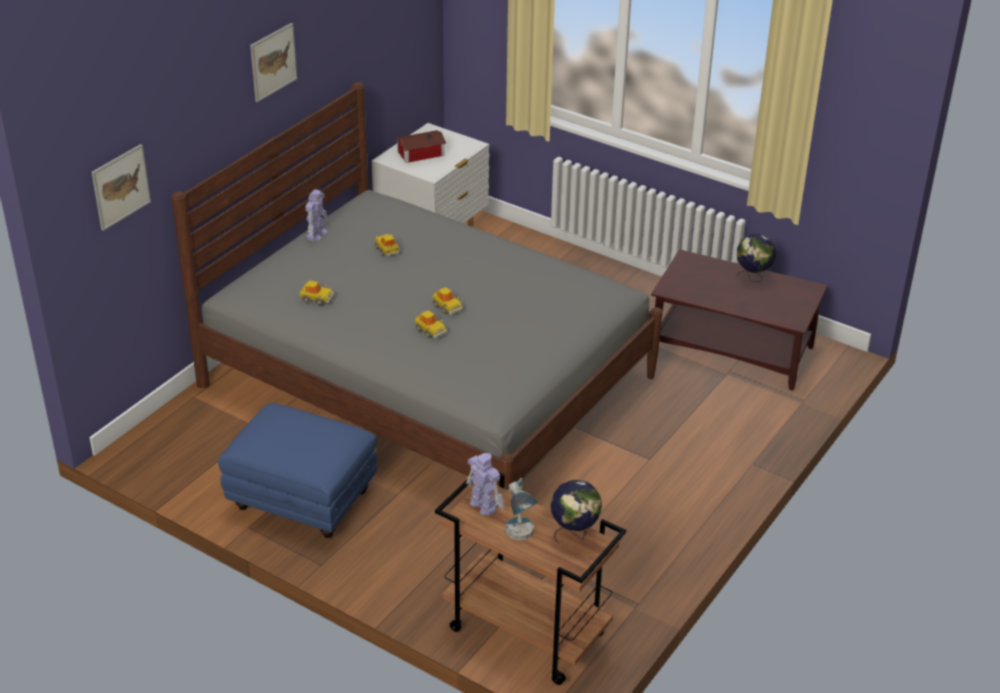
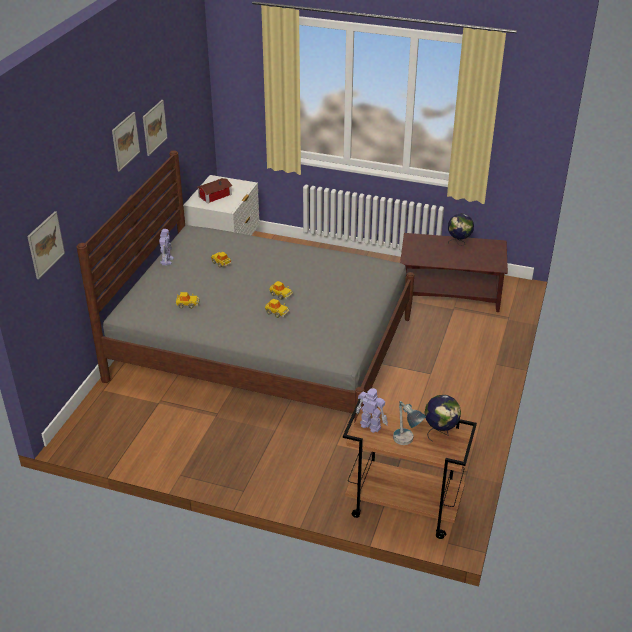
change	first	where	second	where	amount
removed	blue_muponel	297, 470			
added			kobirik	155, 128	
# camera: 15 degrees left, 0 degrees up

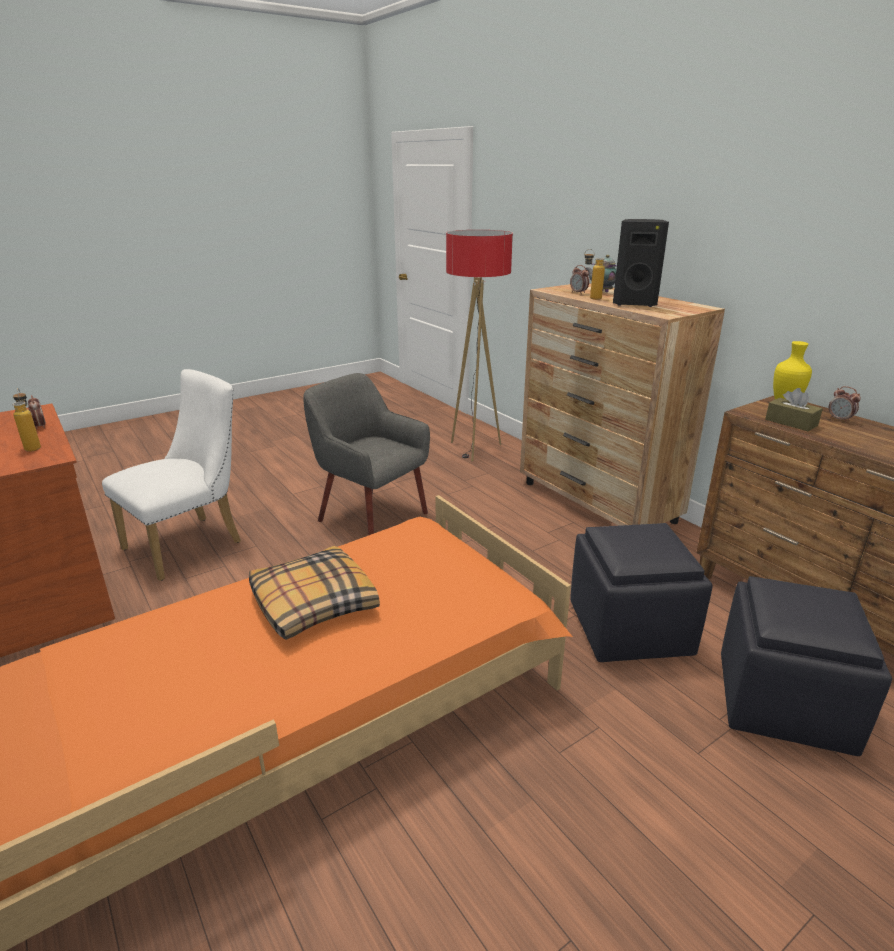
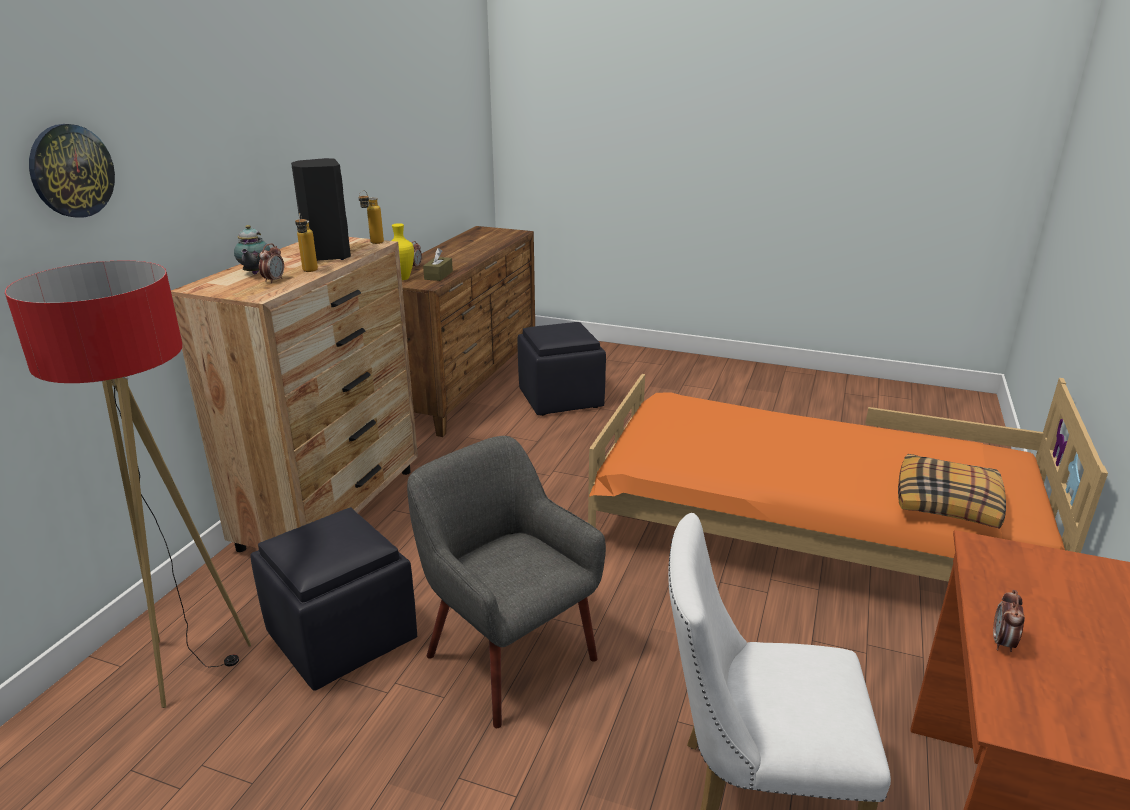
change	first	where	second	where	amount
added			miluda	72, 170	
moved	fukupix	26, 420		371, 217	
moved	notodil	314, 593		952, 491	
moved	black_muponel	641, 592		333, 599	
turned	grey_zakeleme	366, 454		506, 582	135 degrees clockwise
# camera: 125 degrees left, 0 degrees up

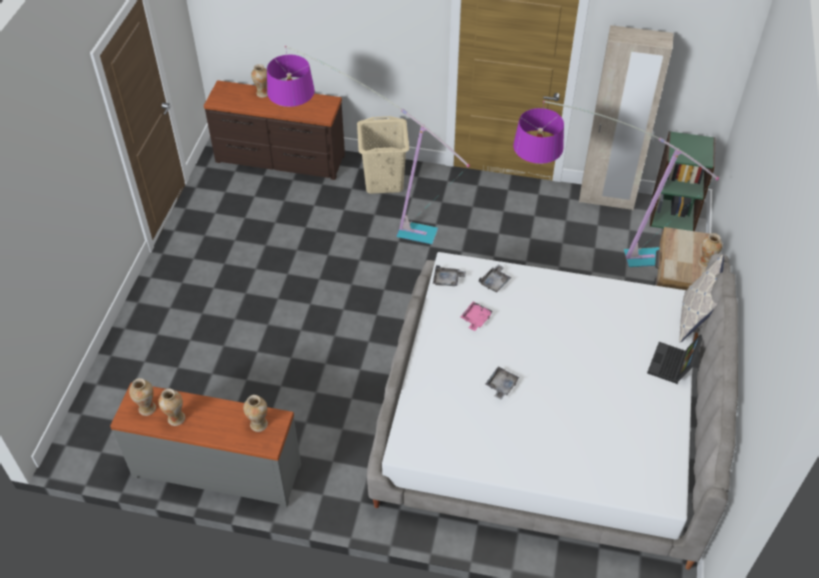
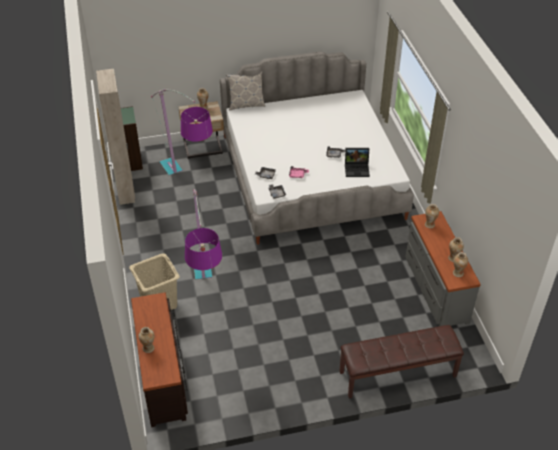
change	first	where	second	where	amount
added			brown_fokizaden	402, 362	
moved	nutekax	675, 359		357, 162	
# camera: 115 degrees left, 5 degrees down

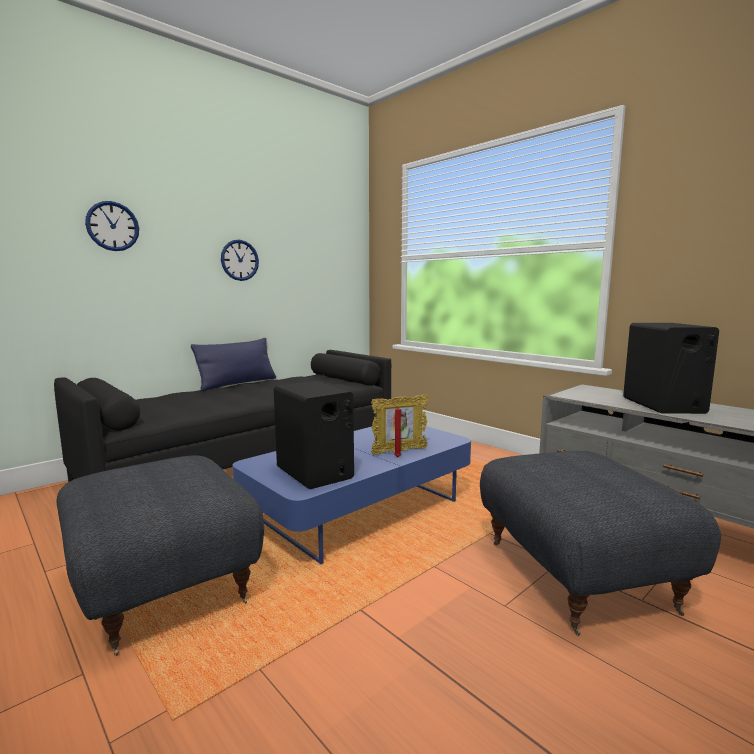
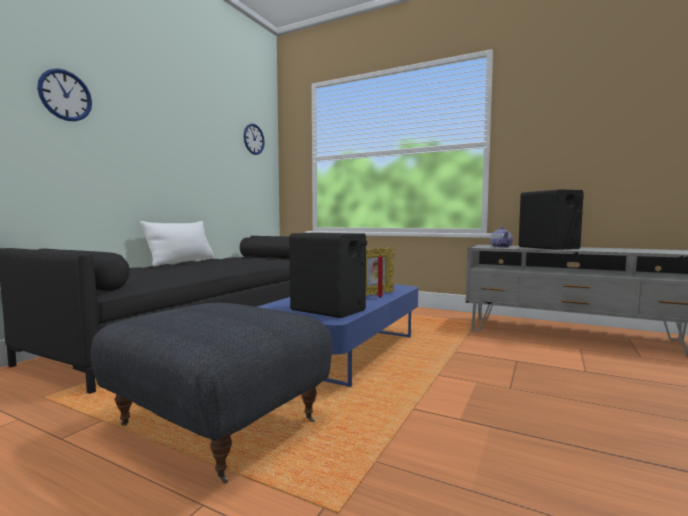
change	first	where	second	where	amount
removed	grey_muponel	600, 543			
added			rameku	501, 237	
moved	miluda	240, 260		254, 139	
recoloured	blue_notodil	233, 364	white_notodil	177, 243	
# camera: 20 degrees left, 5 degrees down

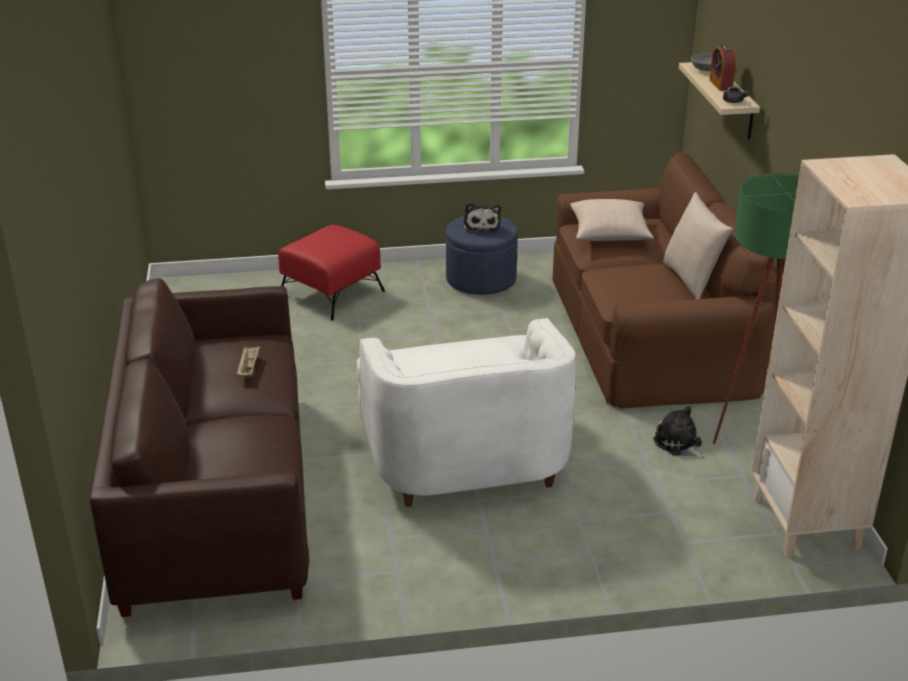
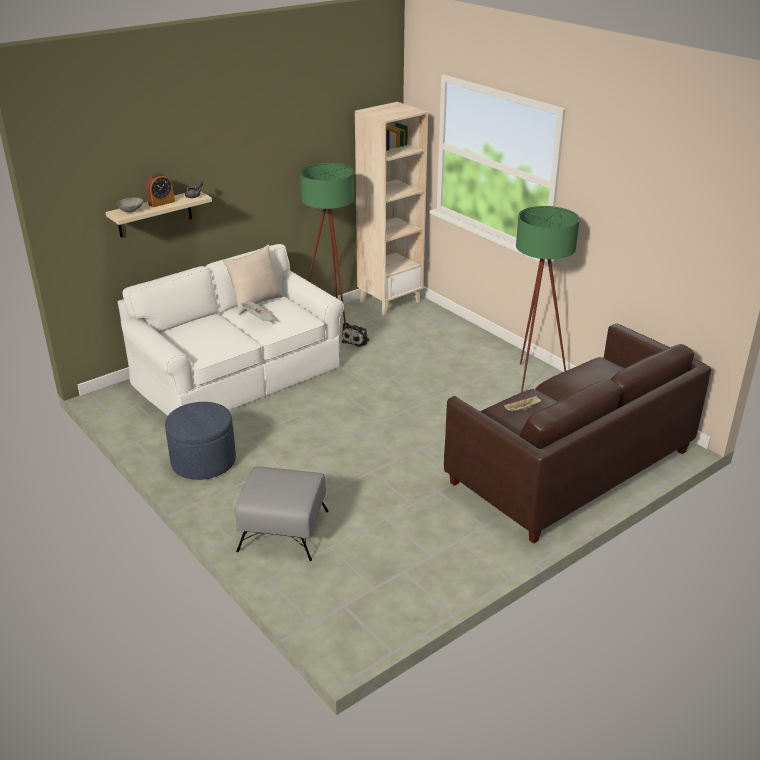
change	first	where	second	where	amount
removed	white_zakeleme	466, 412			
removed	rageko	482, 218			
removed	beige_notodil	612, 220			
added			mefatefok	261, 312	
added			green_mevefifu	548, 299	
recoloured	red_muponel	331, 273	grey_muponel	282, 513	
recoloured	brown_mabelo	667, 280	white_mabelo	230, 330	
# camera: 120 degrees left, 0 degrees up

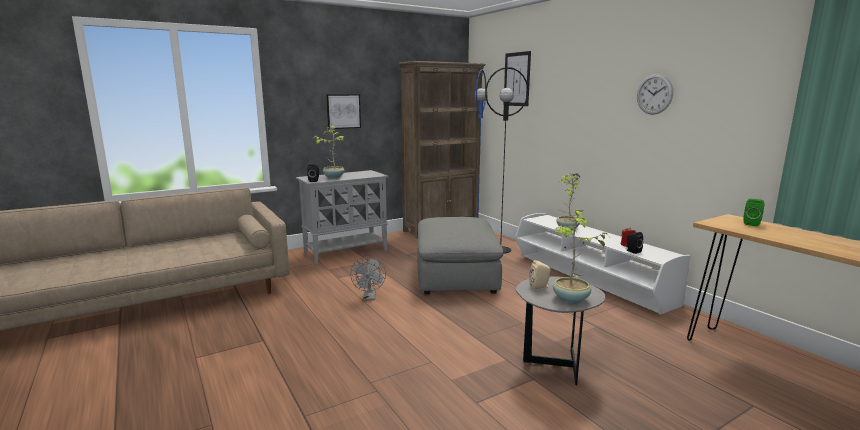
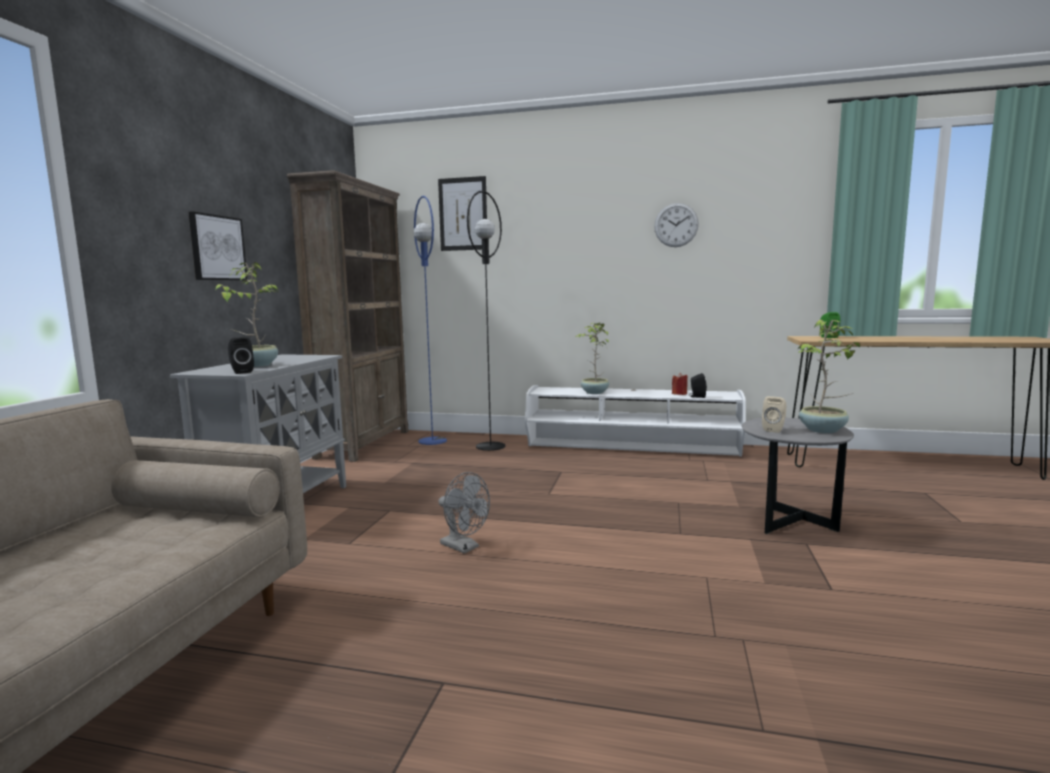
change	first	where	second	where	amount
removed	grey_muponel	460, 255			
# camera: 45 degrees left, 5 degrees down

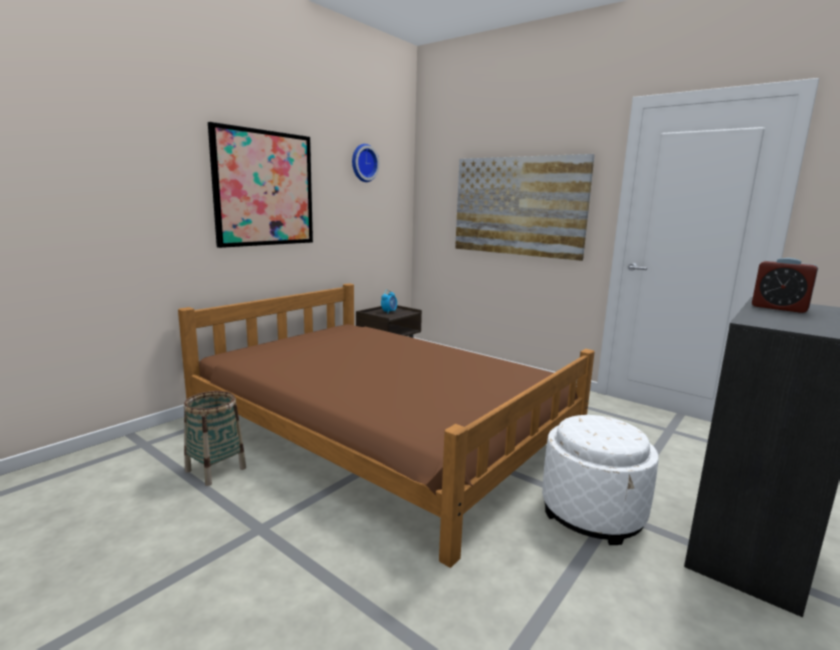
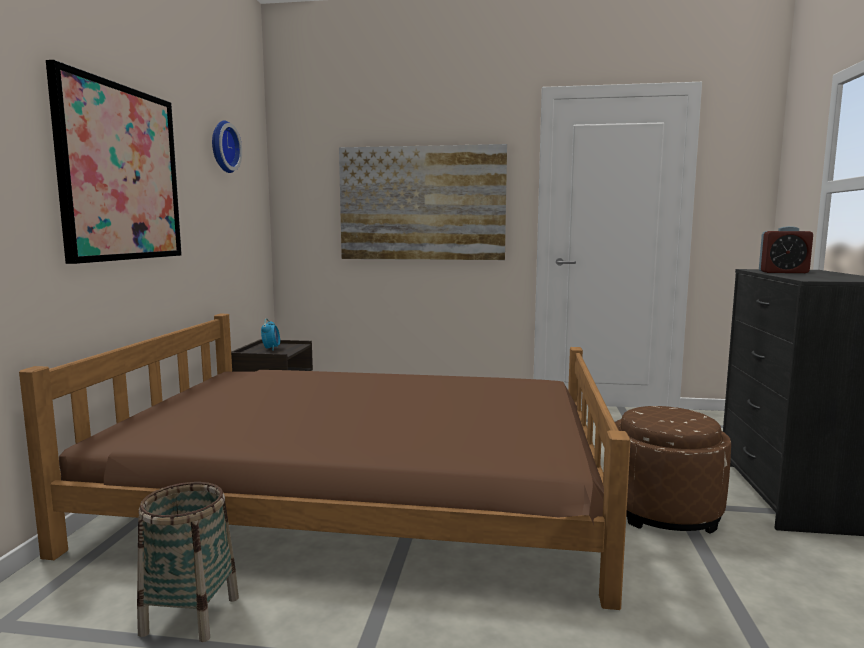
change	first	where	second	where	amount
recoloured	white_muponel	600, 480	brown_muponel	673, 470	
# camera: 30 degrees left, 5 degrees down

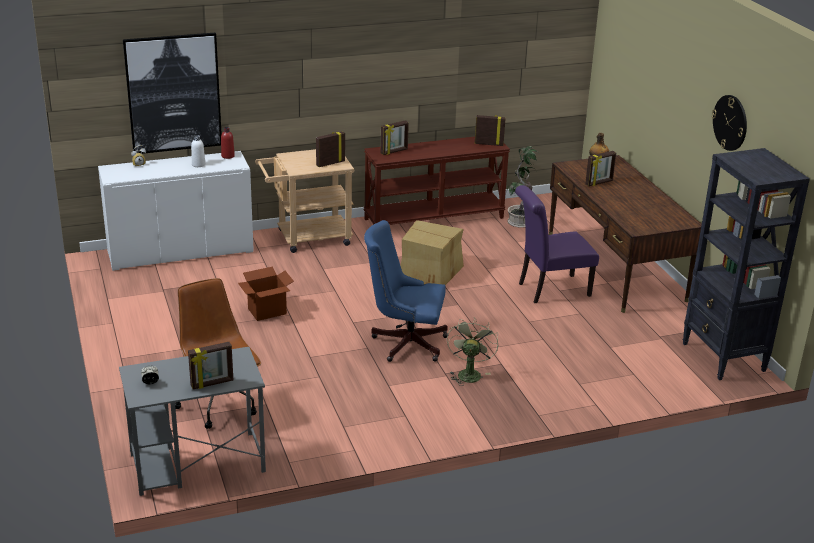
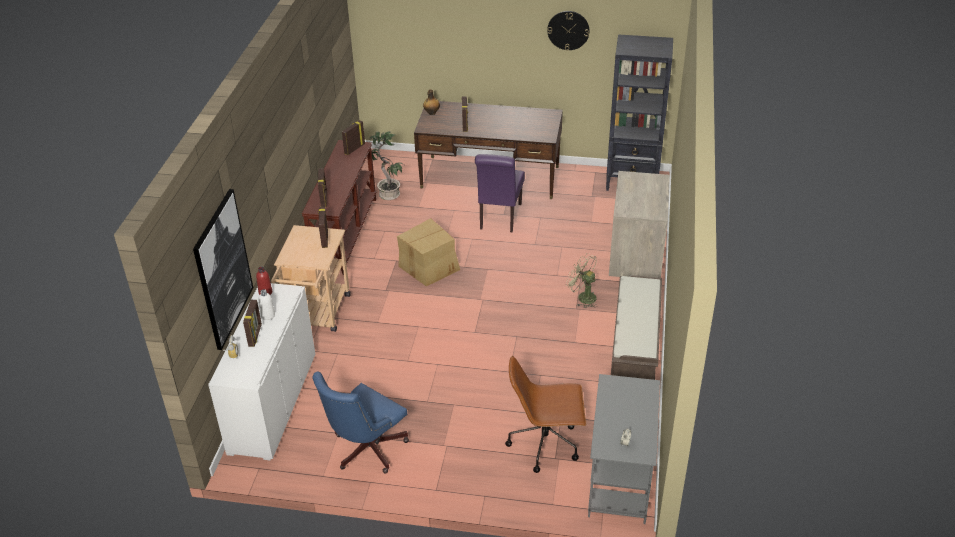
change	first	where	second	where	amount
removed	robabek	266, 294			
added			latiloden	639, 224	
added			brown_fokizaden	636, 327	
moved	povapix	210, 365		252, 323	
moved	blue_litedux	406, 291		360, 422	
# camera: 60 degrees left, 10 degrees up

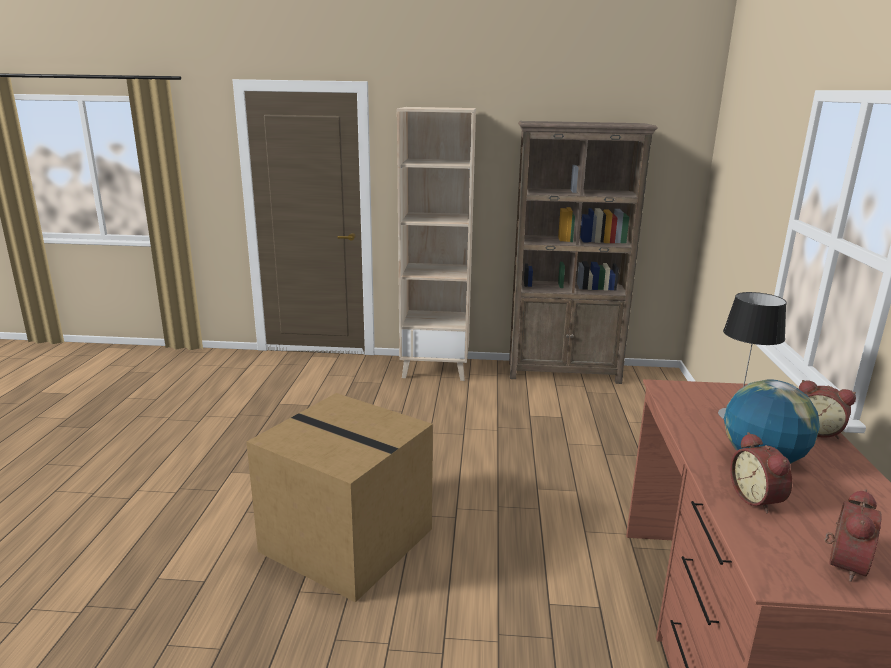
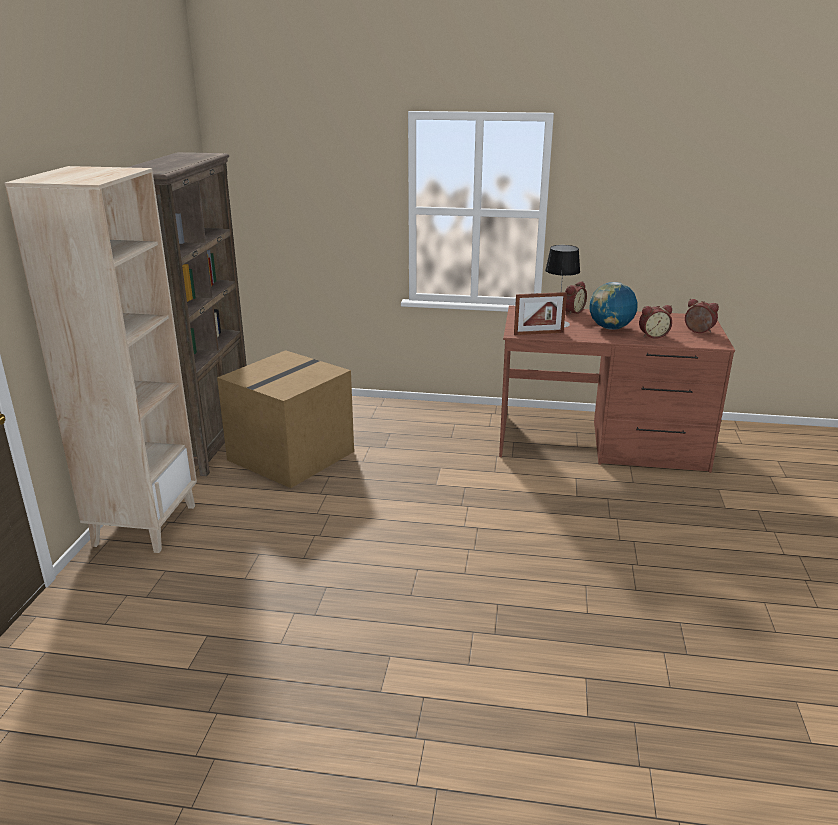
change	first	where	second	where	amount
added			povapix	540, 313	
moved	robabek	339, 497		285, 419	
# camera: 85 degrees left, 5 degrees up

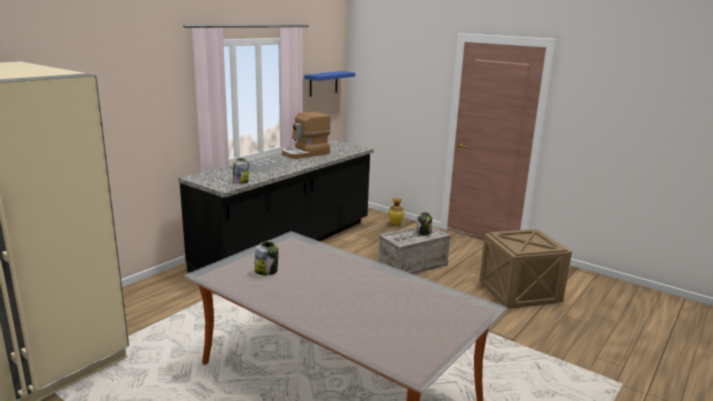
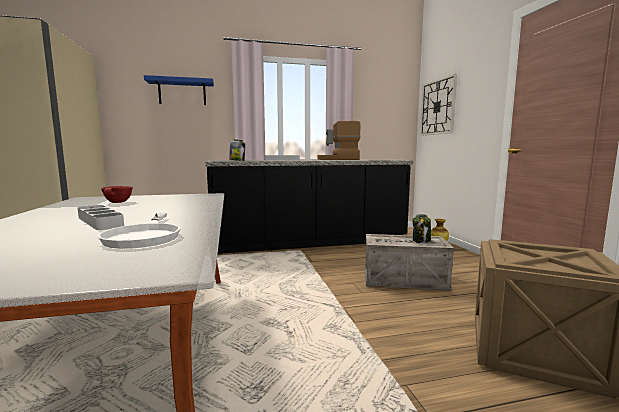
change	first	where	second	where	amount
added			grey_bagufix	100, 217	
added			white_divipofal	138, 231	
added			miluda	438, 105	
moved	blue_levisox	329, 83		179, 90	
replaced	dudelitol	266, 258	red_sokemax	117, 194	
# camera: 40 degrees right, 10 degrees down

